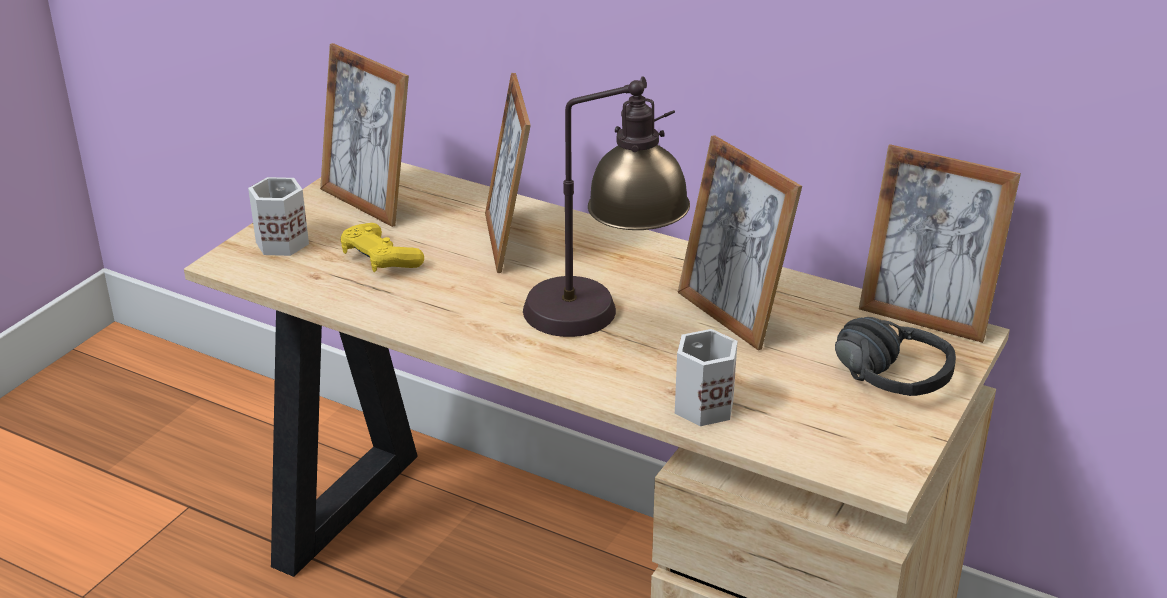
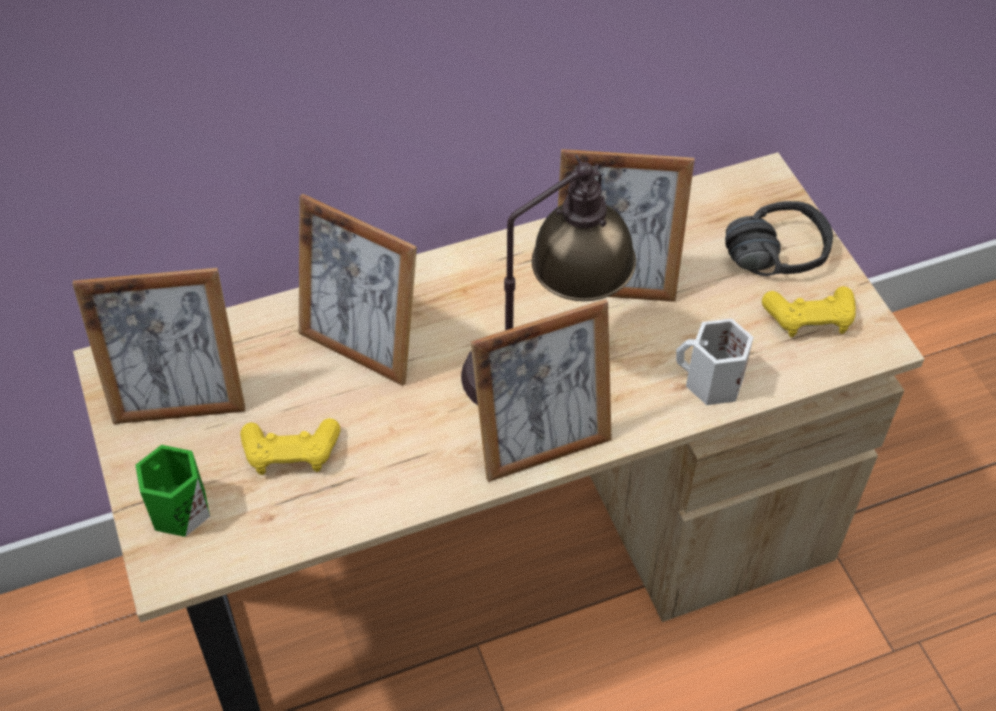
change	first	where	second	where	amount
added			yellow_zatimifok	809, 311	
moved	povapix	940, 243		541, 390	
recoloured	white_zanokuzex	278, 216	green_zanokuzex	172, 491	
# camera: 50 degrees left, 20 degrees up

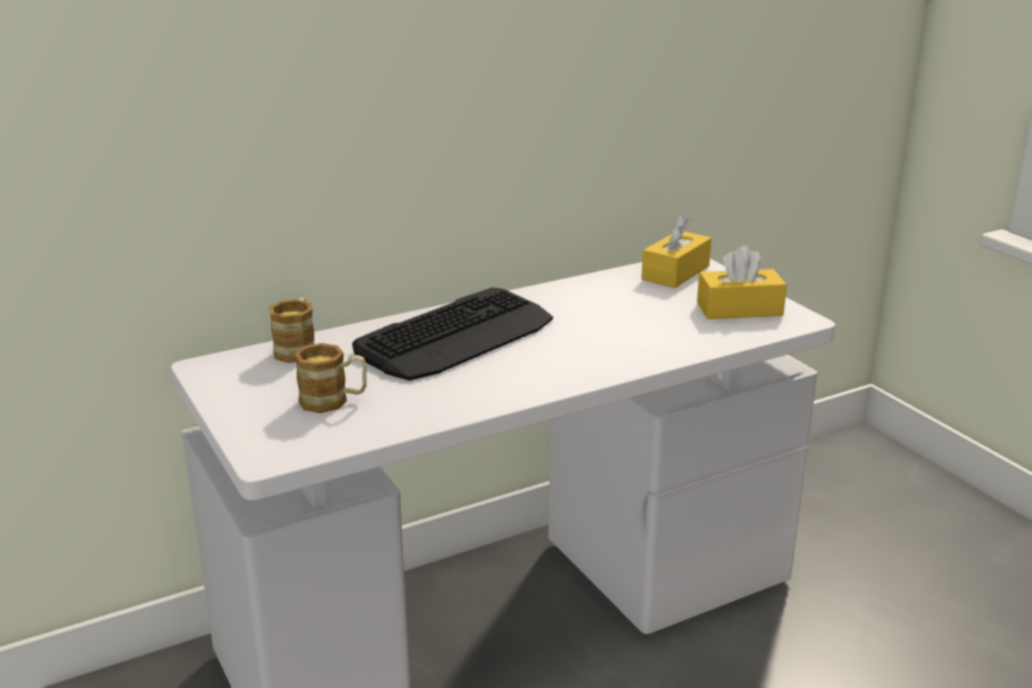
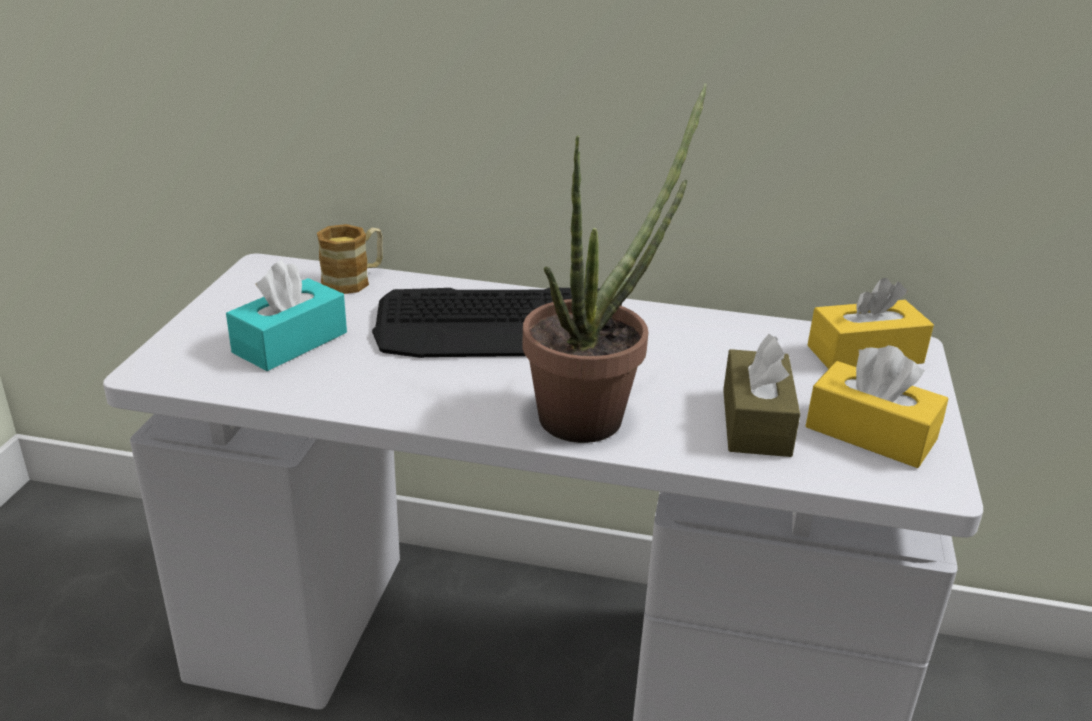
change	first	where	second	where	amount
added			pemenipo	614, 263	
added			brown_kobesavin	761, 395	
replaced	zanokuzex	330, 378	turquoise_kobesavin	286, 315	
# camera: 40 degrees right, 5 degrees up

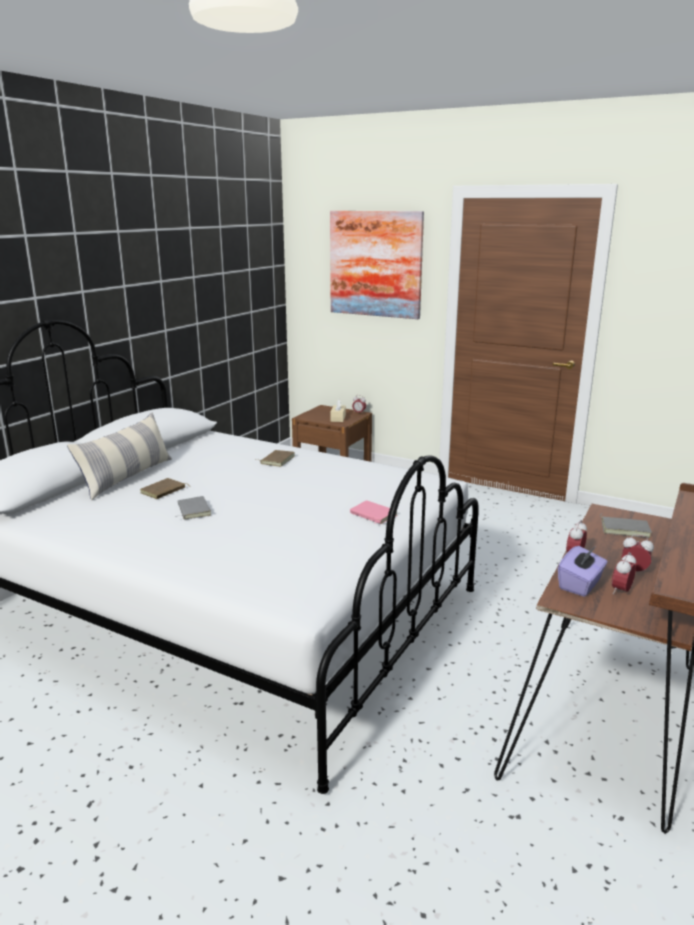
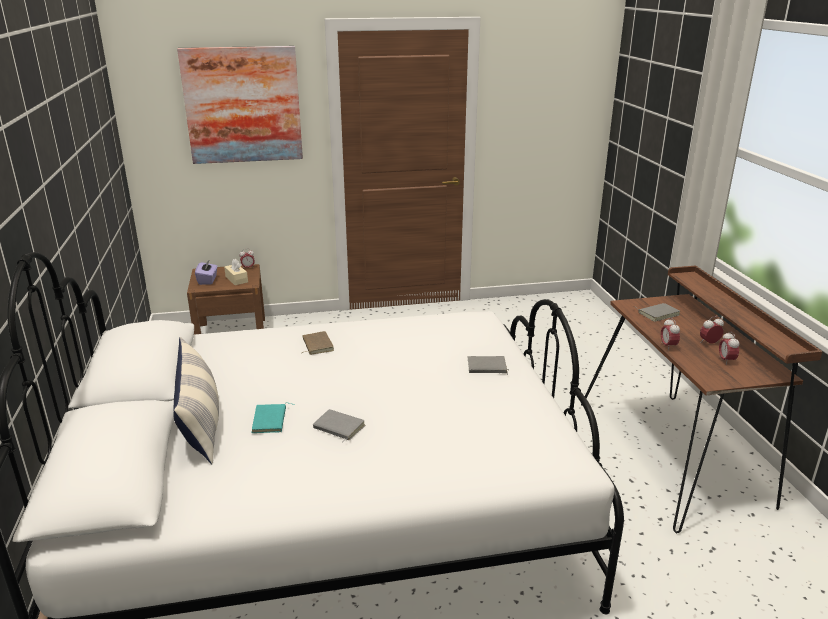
change	first	where	second	where	amount
moved	purple_kobesavin	583, 571		206, 272	
recoloured	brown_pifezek	165, 488	turquoise_pifezek	273, 418	
recoloured	pink_pifezek	374, 512	grey_pifezek	488, 365	
# camera: 40 degrees left, 5 degrees up

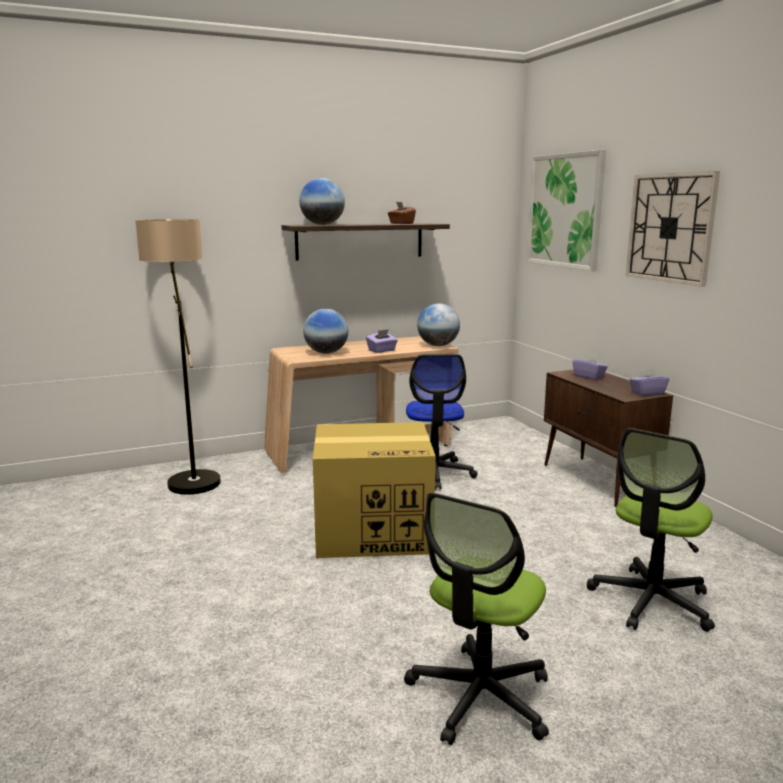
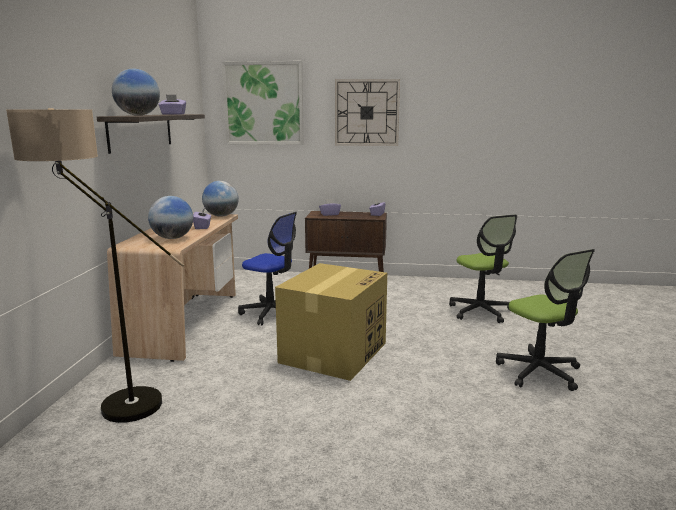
change	first	where	second	where	amount
recoloured	brown_kobesavin	402, 213	purple_kobesavin	172, 105	
# camera: 60 degrees left, 0 degrees up

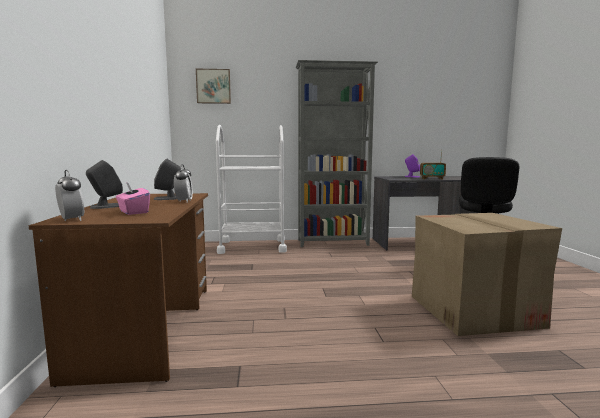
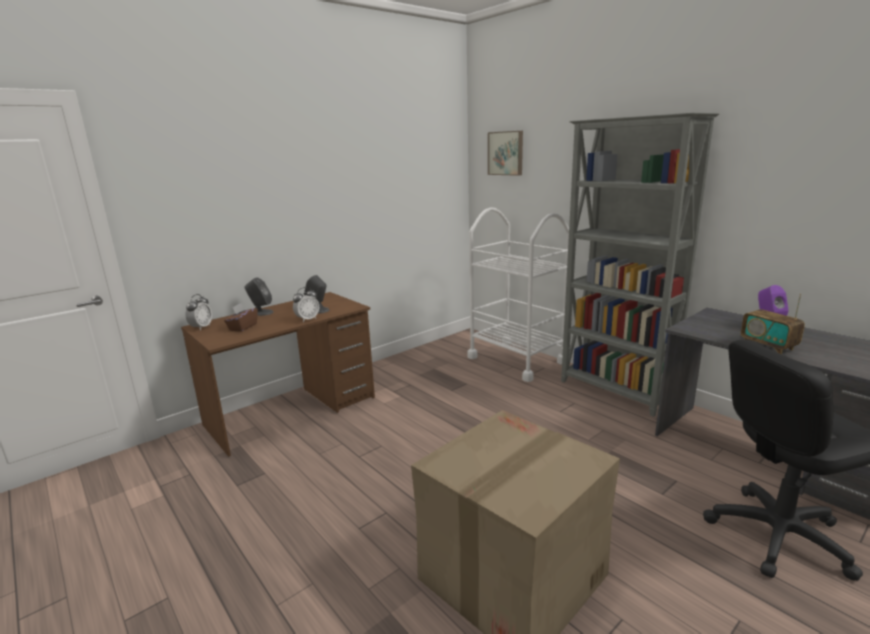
change	first	where	second	where	amount
recoloured	pink_kobesavin	133, 198	brown_kobesavin	241, 317	
# camera: 55 degrees right, 10 degrees up

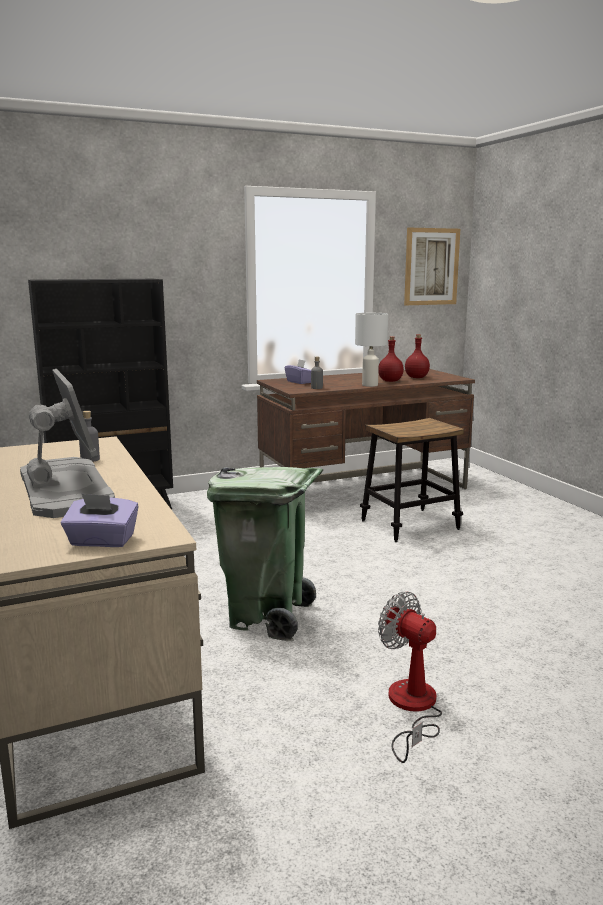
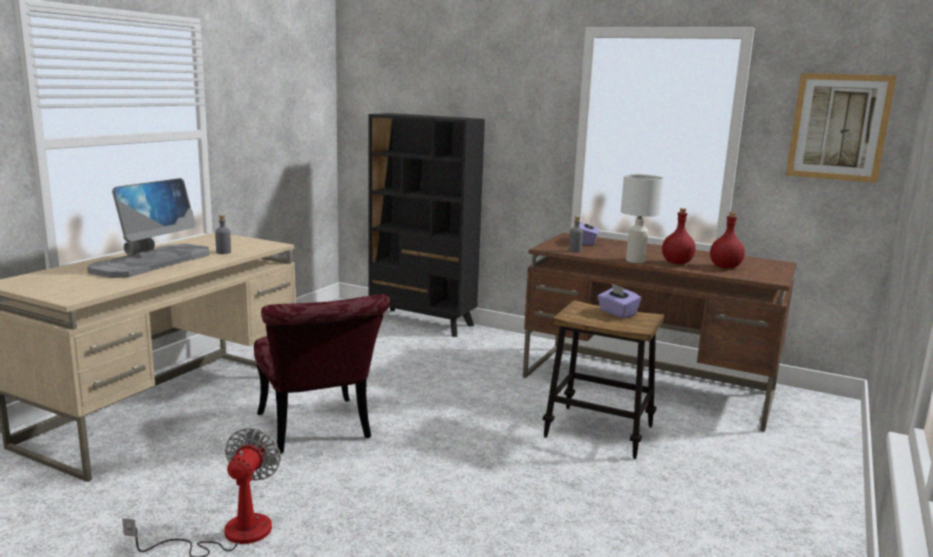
change	first	where	second	where	amount
moved	purple_kobesavin	100, 520		619, 301	
replaced	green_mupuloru	265, 554	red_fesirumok	322, 374	
# camera: 50 degrees right, 0 degrees up

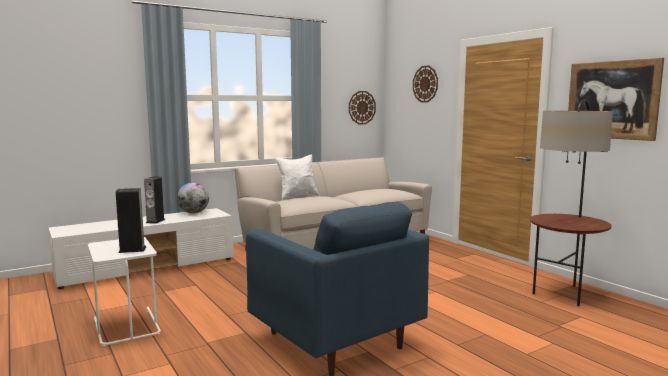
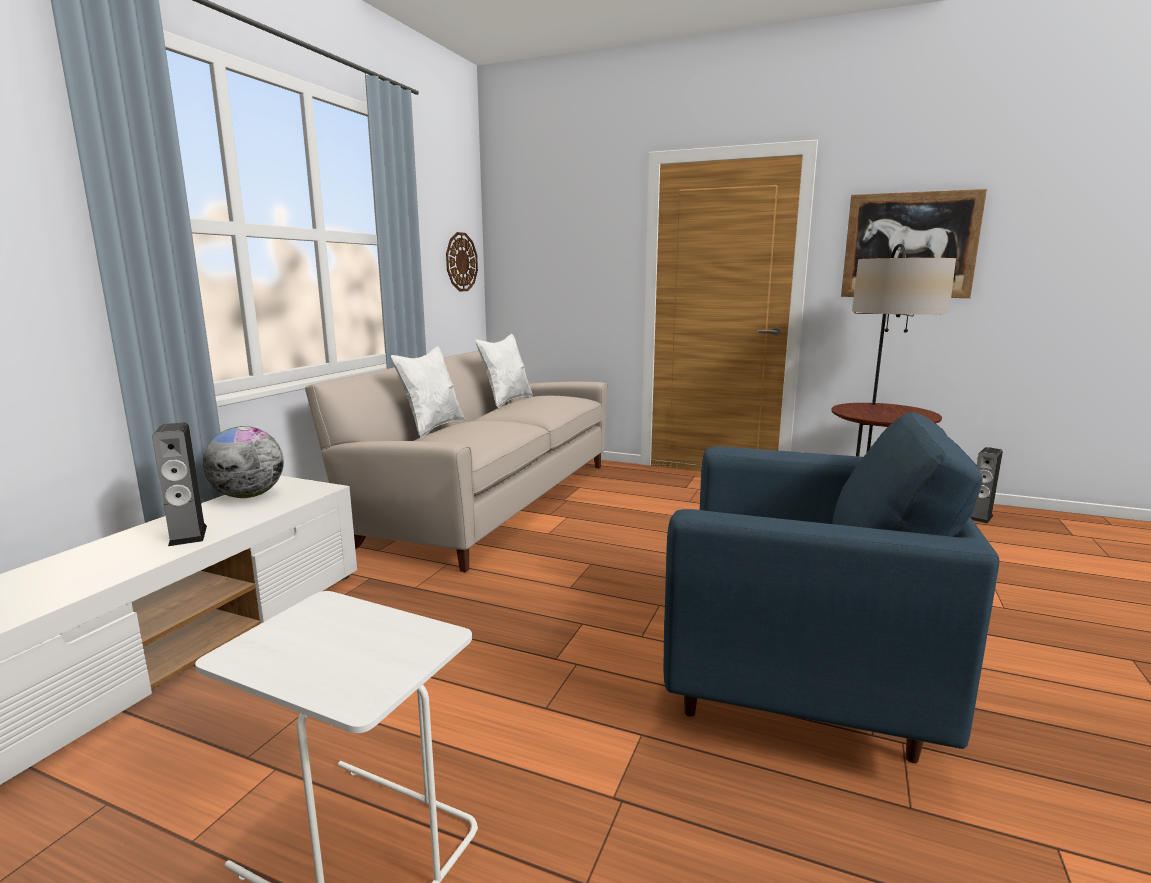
change	first	where	second	where	amount
removed	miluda	425, 83			
added			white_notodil	504, 371	
moved	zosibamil	131, 220		986, 485	
# camera: 35 degrees left, 5 degrees up

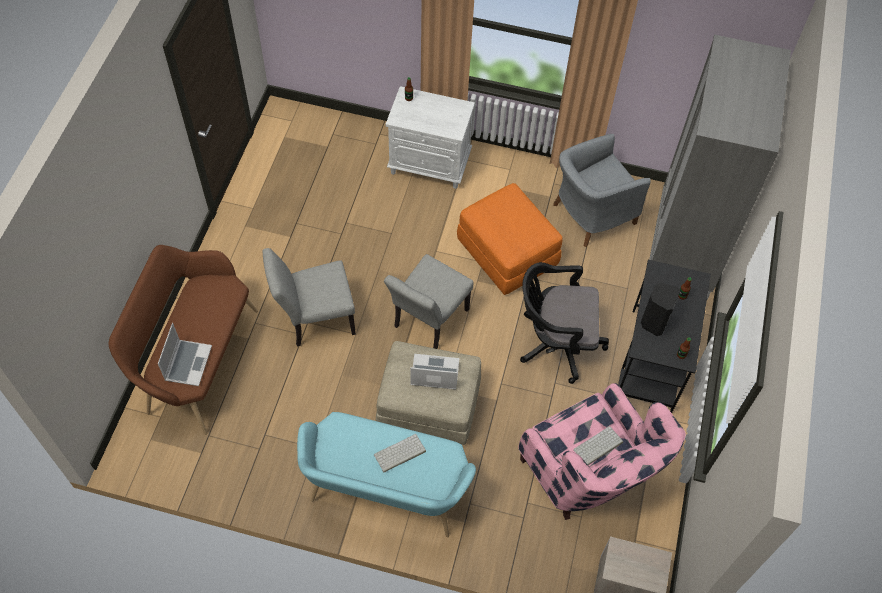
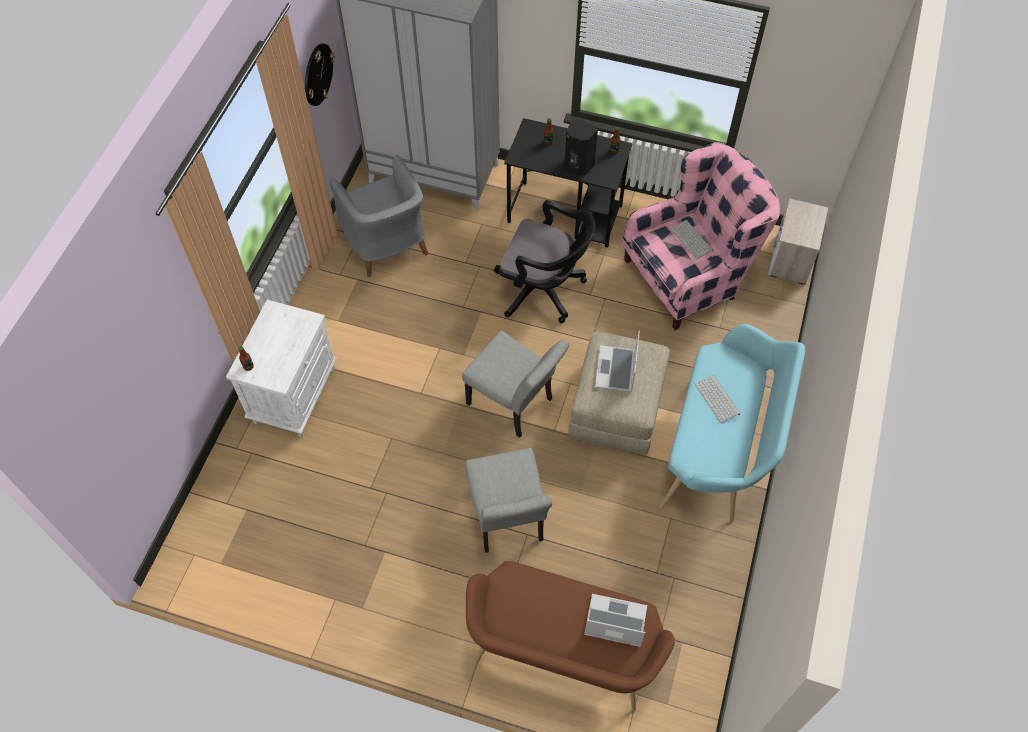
change	first	where	second	where	amount
removed	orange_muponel	509, 239			
added			miluda	320, 74	
turned	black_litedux	564, 323		544, 261	75 degrees counterclockwise
# camera: 85 degrees left, 0 degrees up

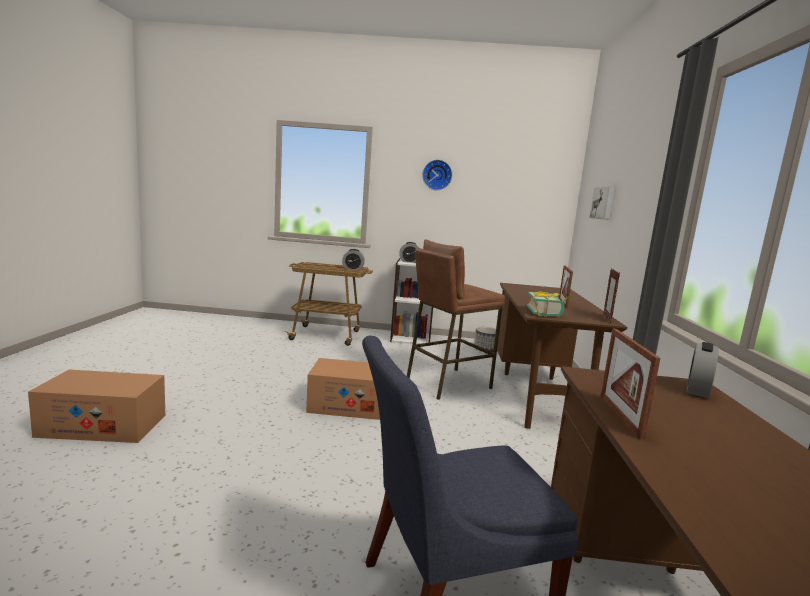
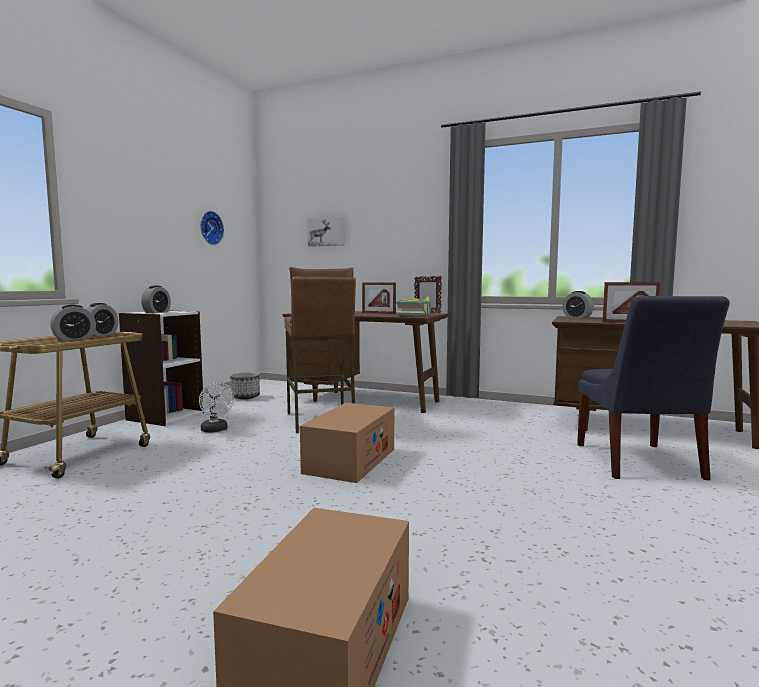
change	first	where	second	where	amount
added			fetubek	73, 323	
added			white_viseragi	216, 407	
moved	miluda	437, 175		212, 228	
# camera: 70 degrees left, 5 degrees down

